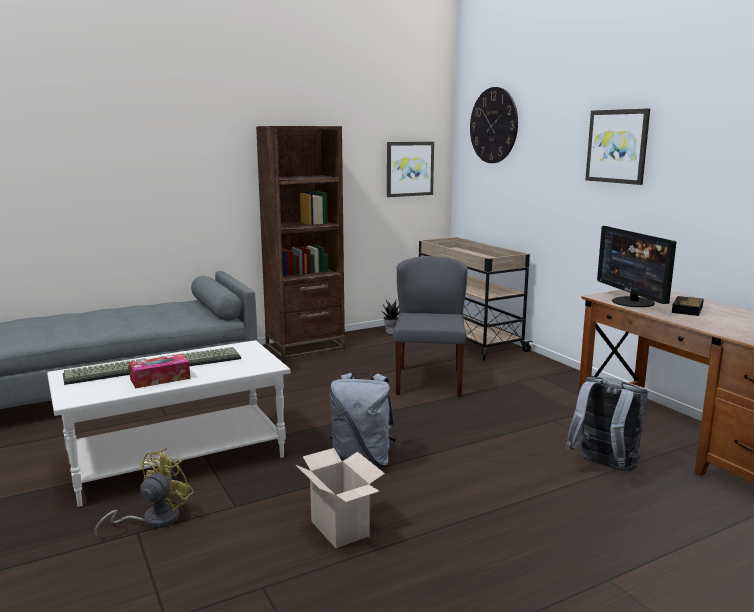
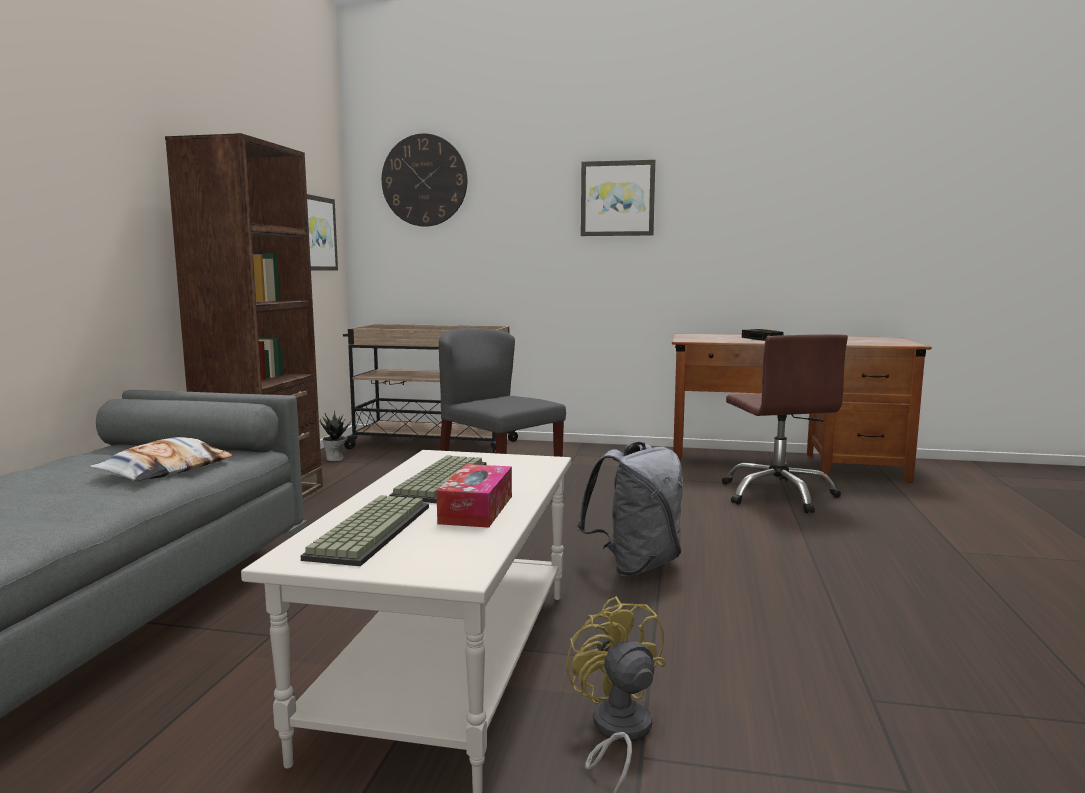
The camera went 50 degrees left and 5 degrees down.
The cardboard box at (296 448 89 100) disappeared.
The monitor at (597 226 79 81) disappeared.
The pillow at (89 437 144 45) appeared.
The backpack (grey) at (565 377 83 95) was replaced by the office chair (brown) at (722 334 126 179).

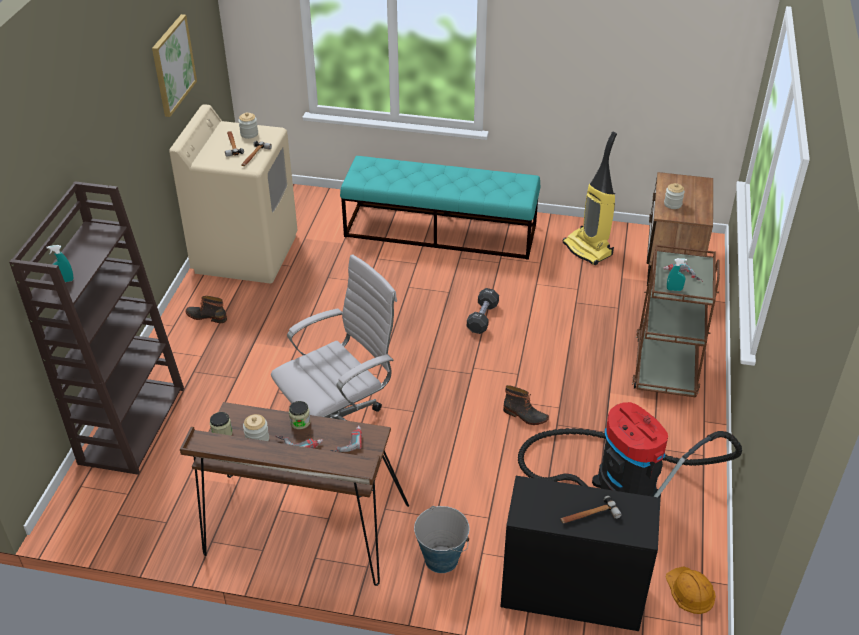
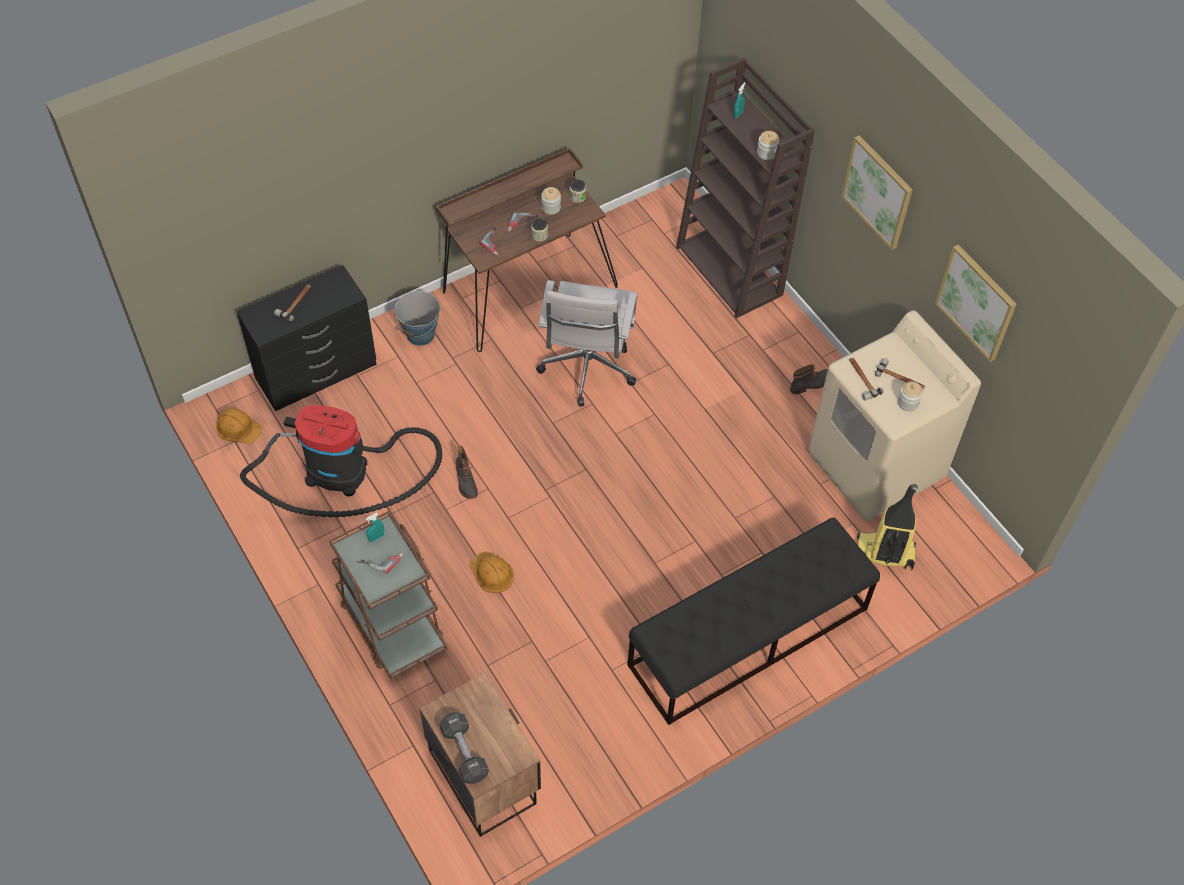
The camera went 135 degrees right and 15 degrees up.
The hard hat (orange) at (469 551 45 42) appeared.
The picture at (841 135 72 115) appeared.
The dumbbell (black) moved from (467 288 32 46) to (440 713 49 71).
The vacuum cleaner moved from (563 132 54 133) to (857 484 61 86).
The jar moved from (664 183 21 26) to (757 131 22 29).
The bench (turquoise) at (340 156 201 104) became the bench (black) at (627 518 253 207).
The boot at (503 385 46 40) turned 90 degrees counterclockwise.

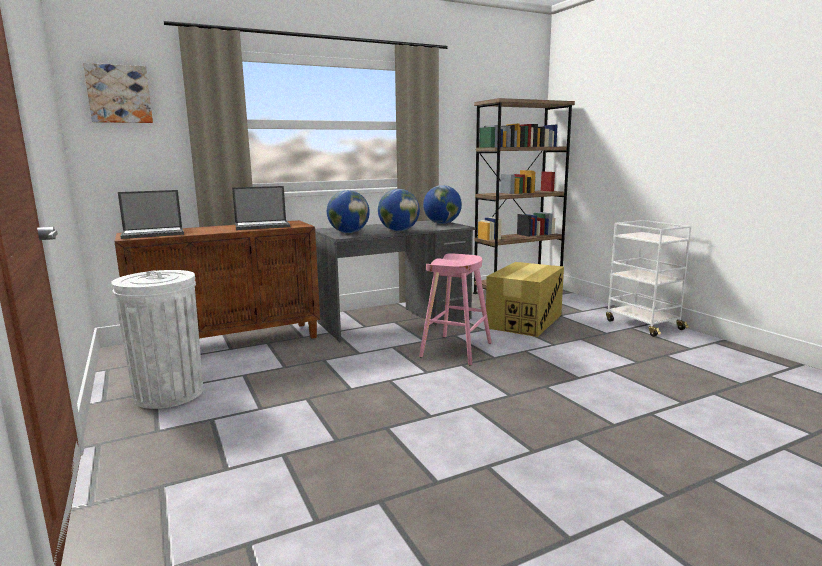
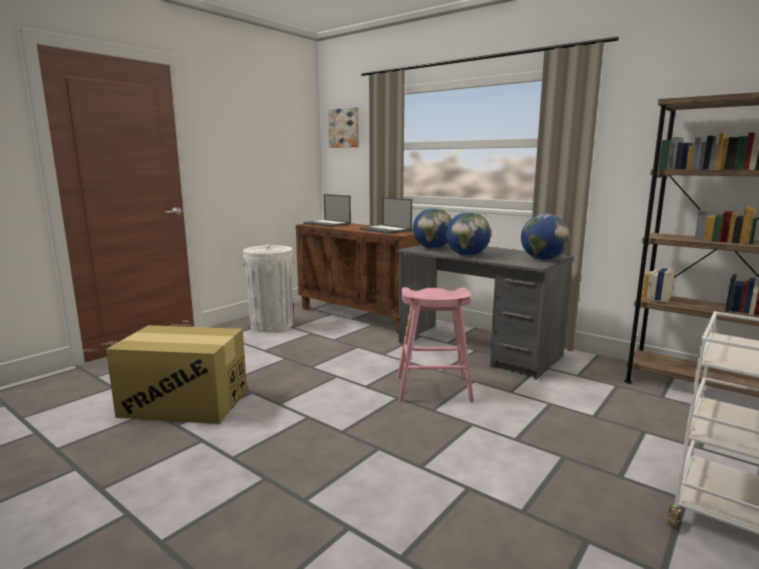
The camera went 65 degrees right and 0 degrees up.
The cardboard box moved from (486 262 78 75) to (106 325 141 99).

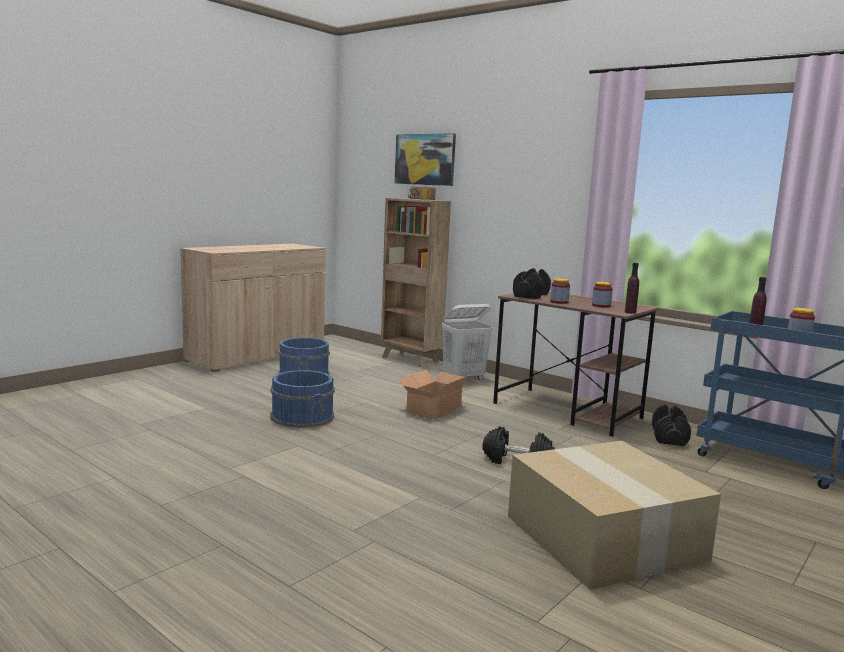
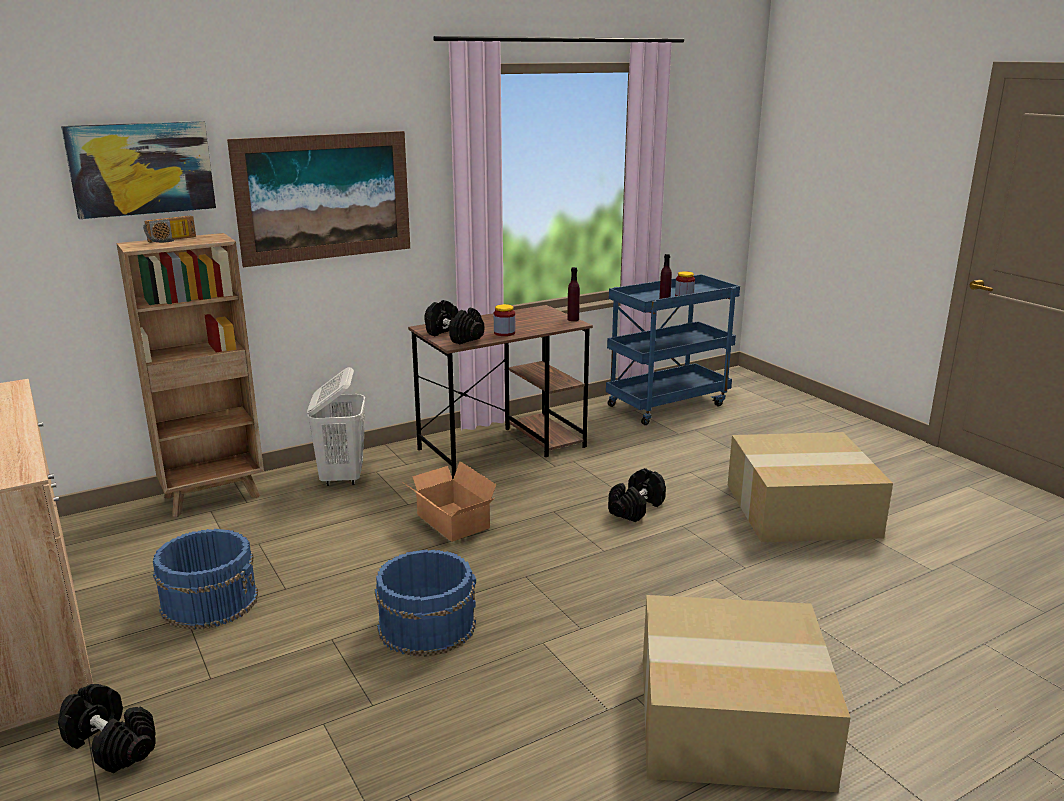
The camera went 70 degrees left and 10 degrees up.
The jar at (592 282 21 26) disappeared.
The picture at (227 131 183 136) appeared.
The cardboard box at (643 595 208 197) appeared.
The dumbbell (black) moved from (652 404 39 42) to (58 684 98 89).

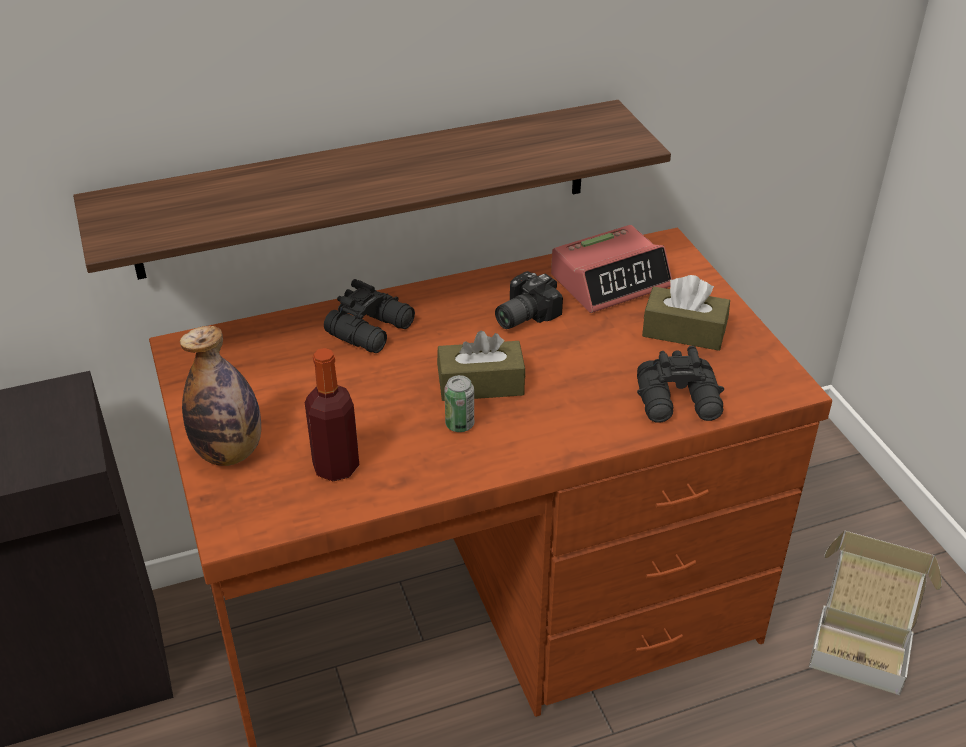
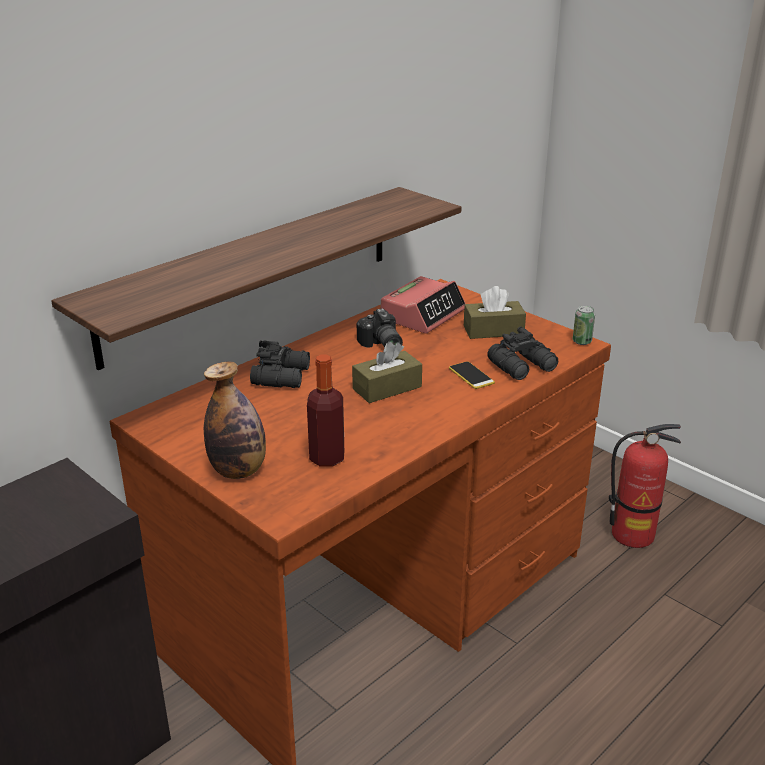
The camera went 25 degrees left and 10 degrees down.
The phone at (449 361 46 28) appeared.
The can moved from (444 375 30 57) to (573 305 22 40).
The cardboard box at (809 531 133 164) was replaced by the fire extinguisher at (609 424 72 124).
The photo camera at (495 271 68 58) turned 45 degrees counterclockwise.

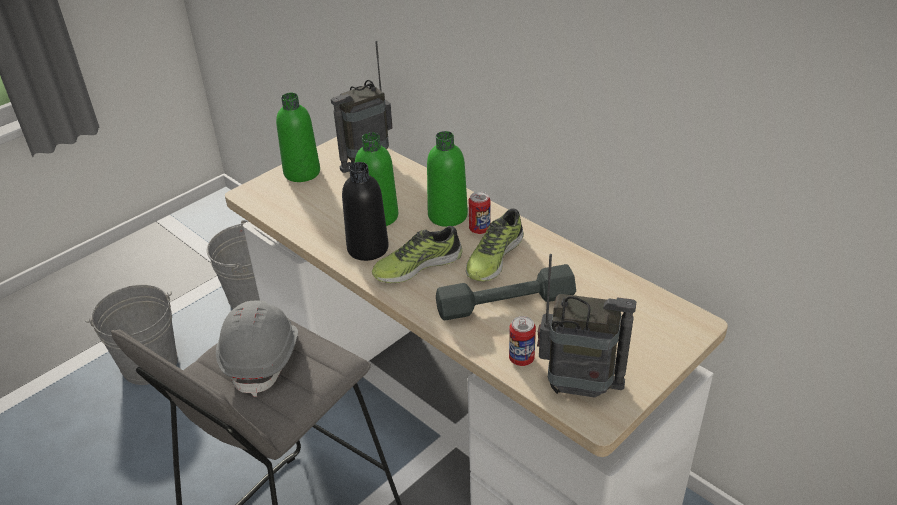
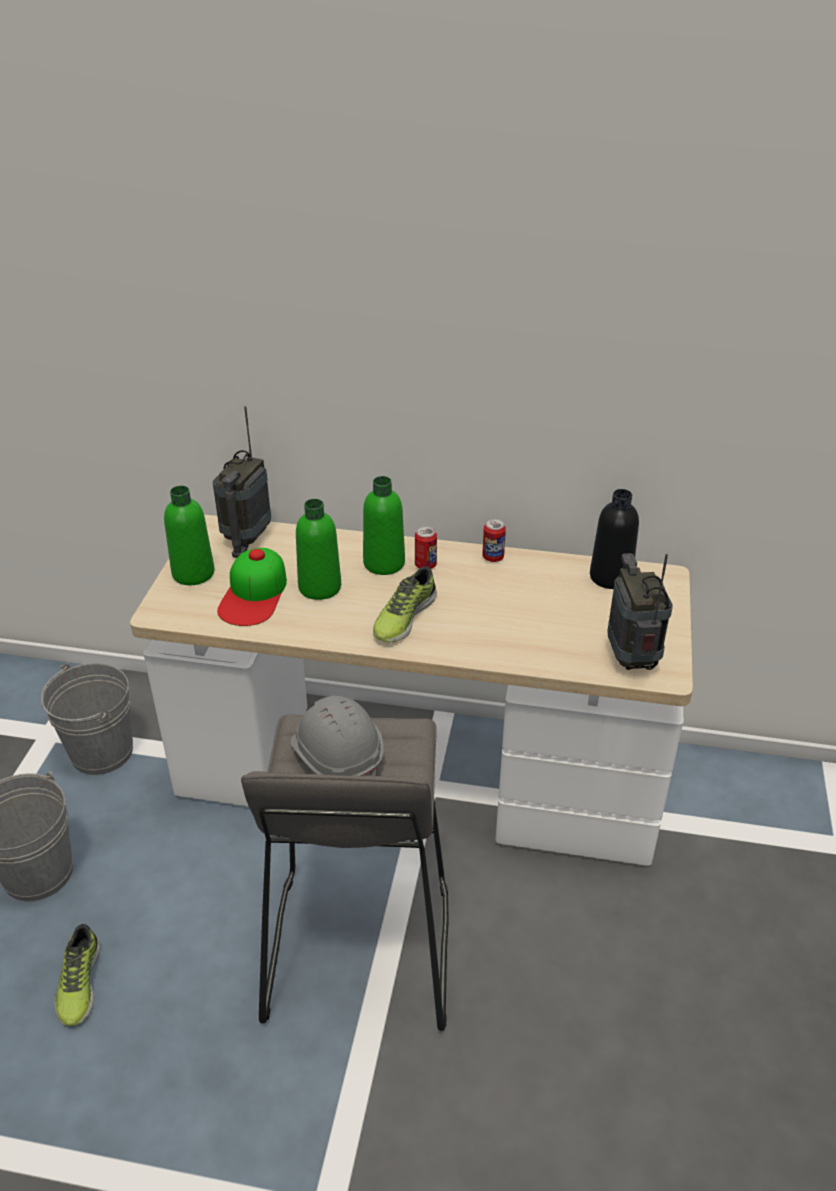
The camera went 35 degrees left and 0 degrees up.
The dumbbell (grey) at (436 264 140 56) disappeared.
The cap at (217 548 70 78) appeared.
The bottle (black) moved from (342 162 47 99) to (590 489 49 100).
The shoe moved from (466 208 58 73) to (55 924 45 102).
The can moved from (509 316 27 50) to (482 519 24 43).
The radio at (537 254 99 143) turned 75 degrees counterclockwise.

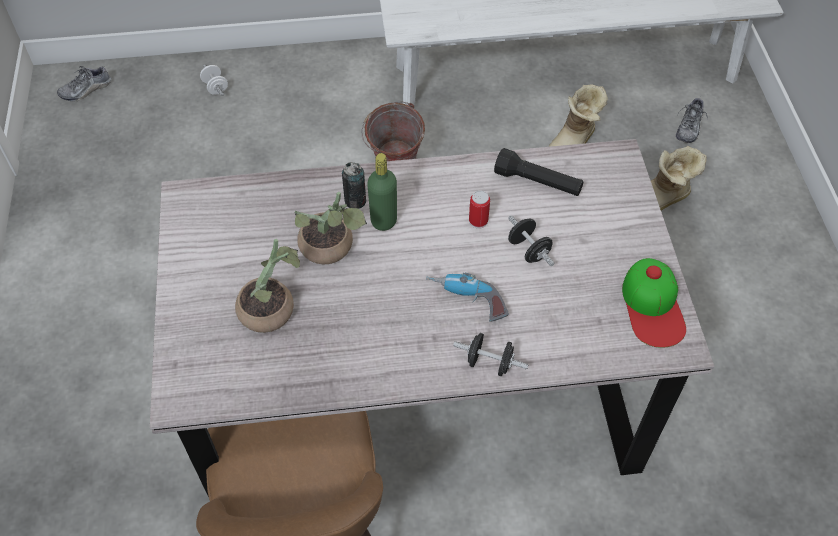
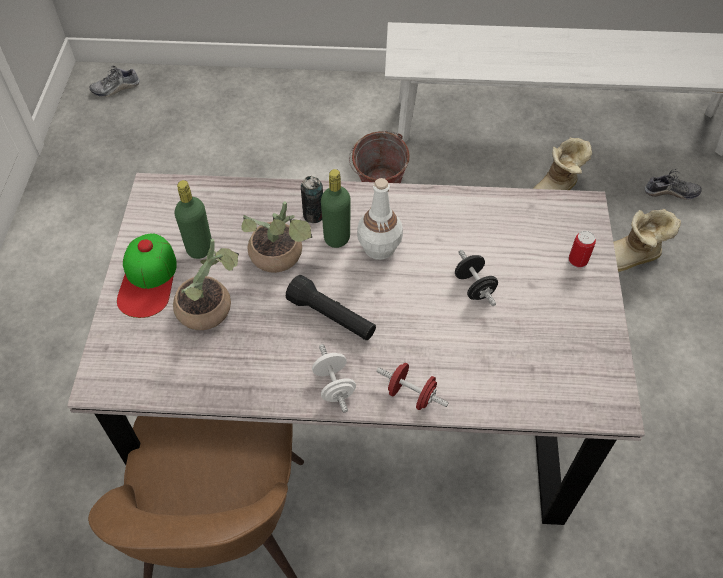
The camera went 10 degrees right and 0 degrees up.
The power drill at (426 273 83 49) disappeared.
The bottle (green) at (175 180 37 79) appeared.
The bottle (white) at (357 178 46 82) appeared.
The dumbbell (white) moved from (200 64 28 32) to (312 344 44 69).
The can moved from (469 191 21 38) to (569 231 27 38).
The flashlight (black) moved from (494 148 90 48) to (286 275 90 65).
The cap moved from (622 258 64 90) to (117 234 60 84).
The dumbbell (black) at (453 333 76 43) became the dumbbell (red) at (376 363 73 47).
The shoe at (676 98 32 45) turned 120 degrees counterclockwise.

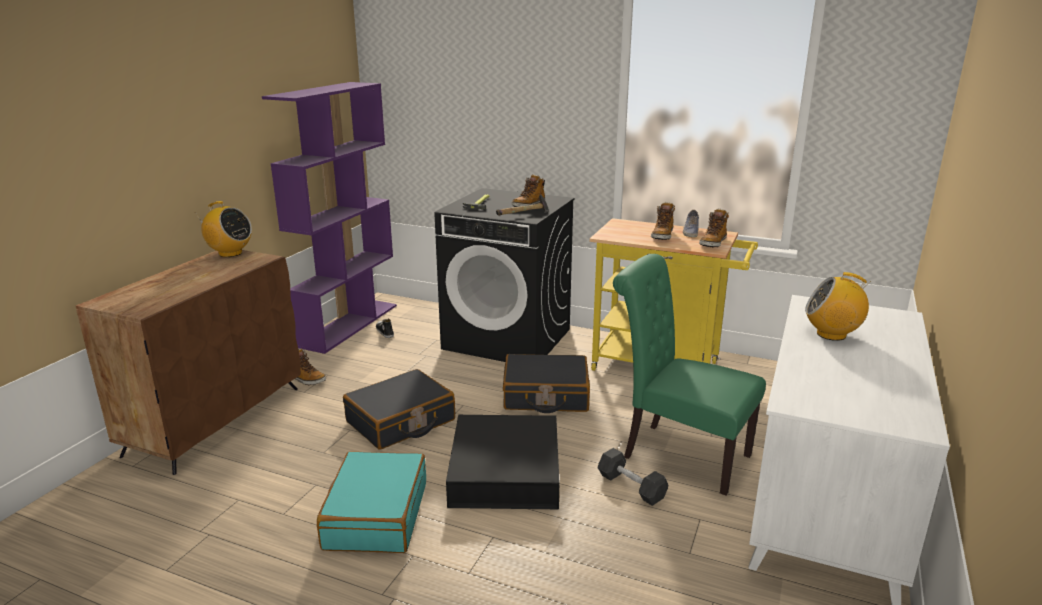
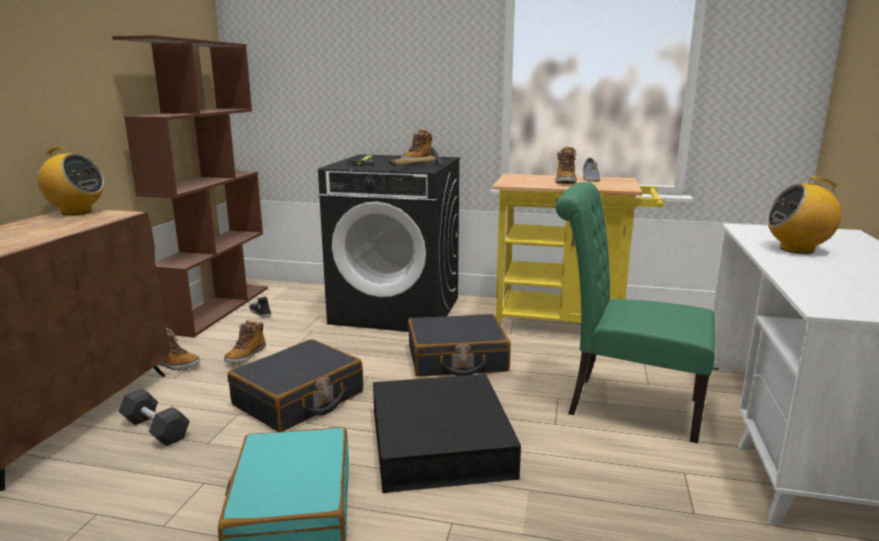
The camera went 10 degrees left and 5 degrees down.
The dumbbell (black) moved from (597 448 71 58) to (118 388 72 58).
The boot moved from (699 208 30 39) to (224 320 42 44).
The bookcase (purple) at (262 82 135 272) became the bookcase (brown) at (112 35 156 302).

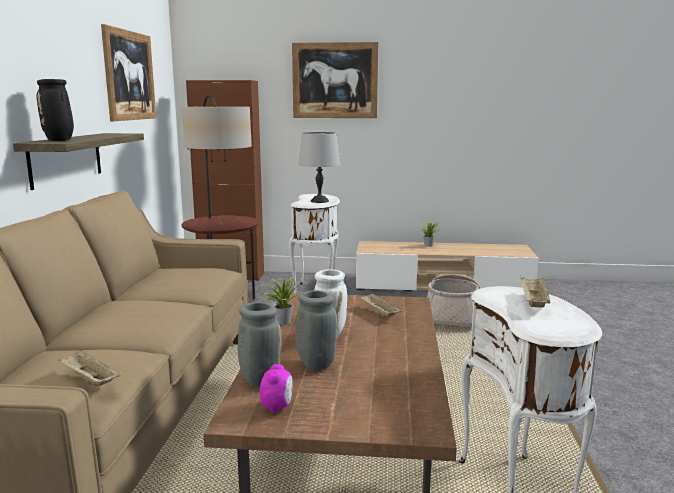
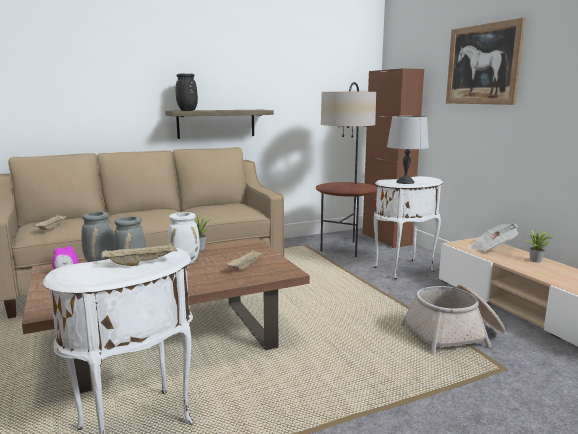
The camera went 60 degrees right and 0 degrees up.
The picture at (101 24 55 97) disappeared.
The newspaper at (468 224 50 27) appeared.

